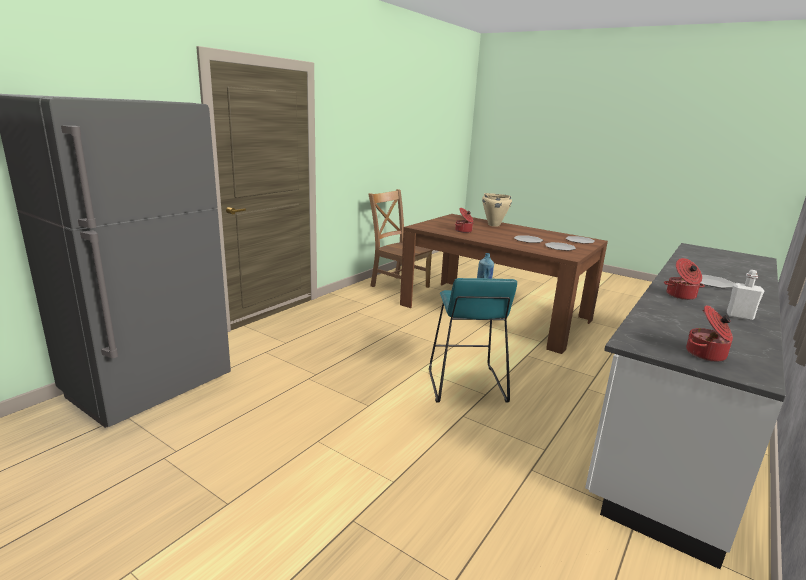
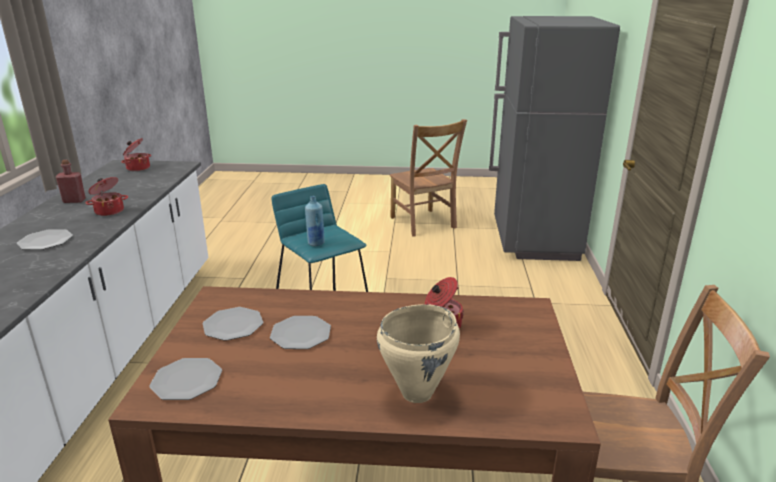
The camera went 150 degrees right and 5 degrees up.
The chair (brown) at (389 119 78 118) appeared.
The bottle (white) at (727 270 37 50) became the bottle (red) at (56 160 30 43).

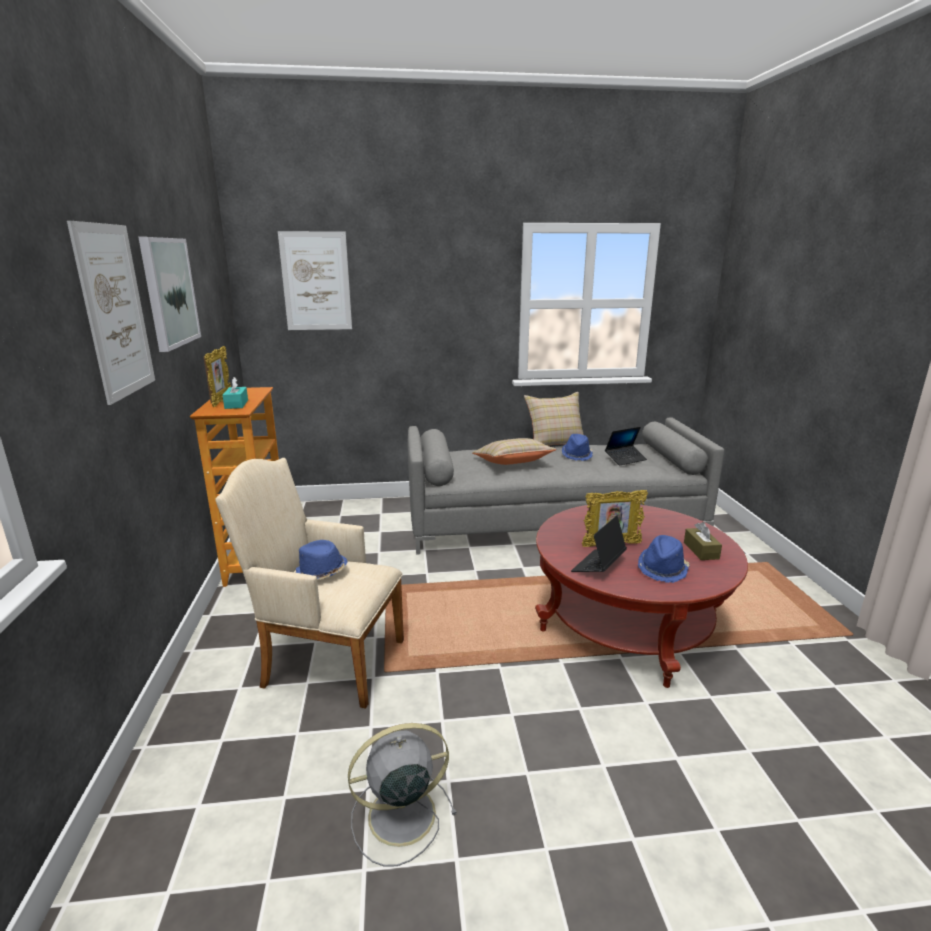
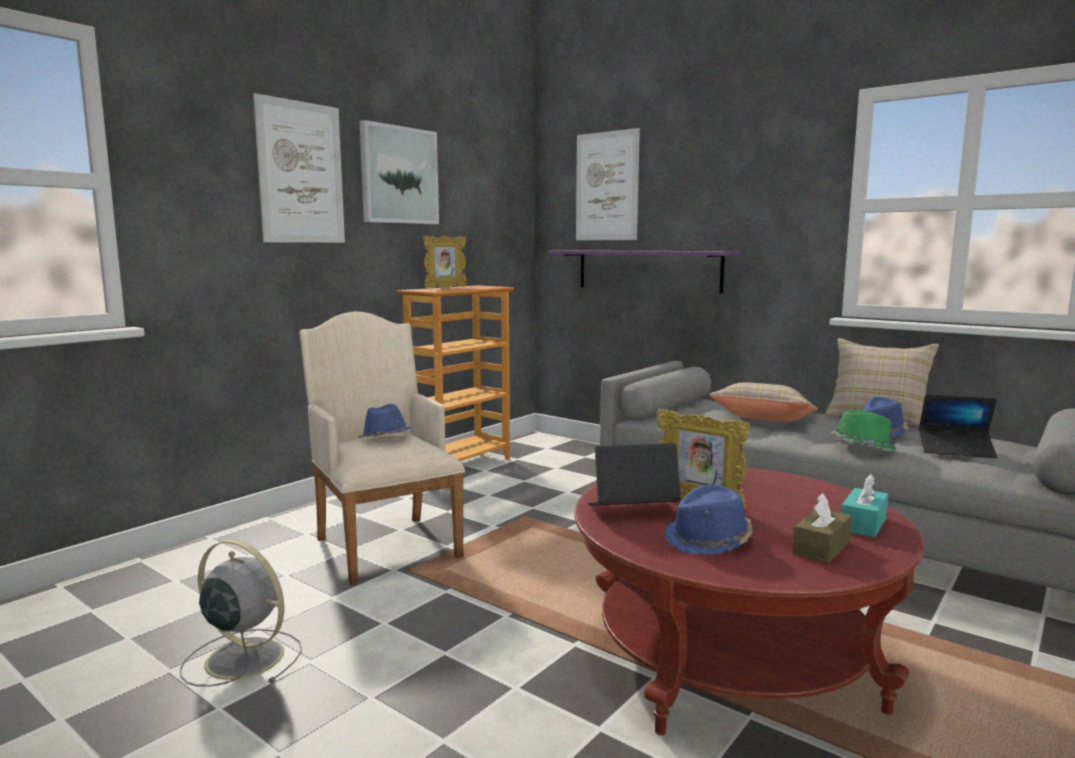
The camera went 45 degrees right and 10 degrees down.
The shelf (purple) at (549 250 191 44) appeared.
The hat (green) at (831 410 65 39) appeared.
The tissue box (turquoise) moved from (222 377 26 32) to (841 474 48 64).

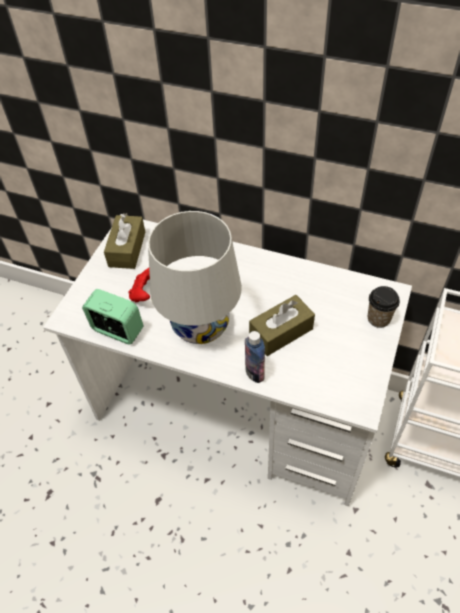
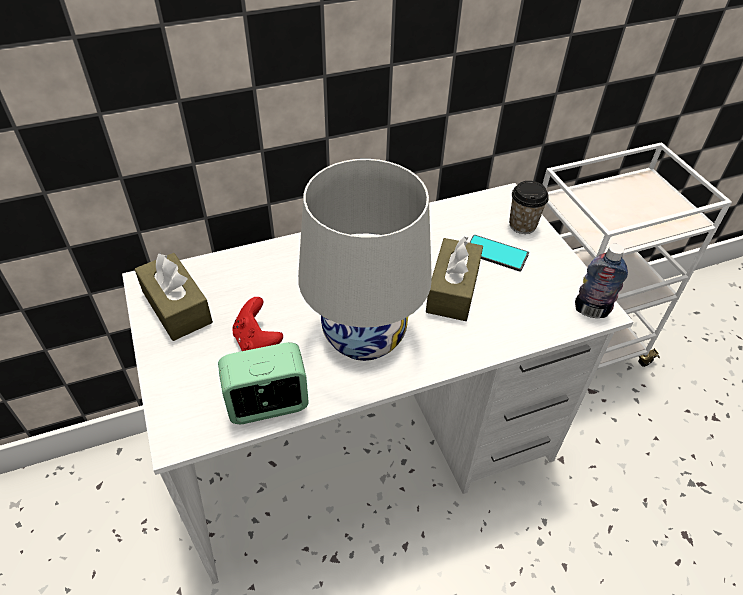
The camera went 45 degrees left and 5 degrees down.
The phone at (469 235 60 37) appeared.
The bottle moved from (245 331 20 52) to (575 244 53 74).

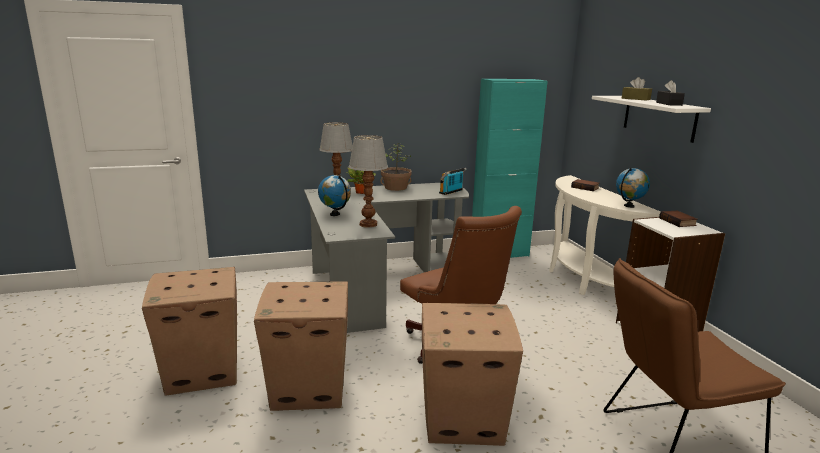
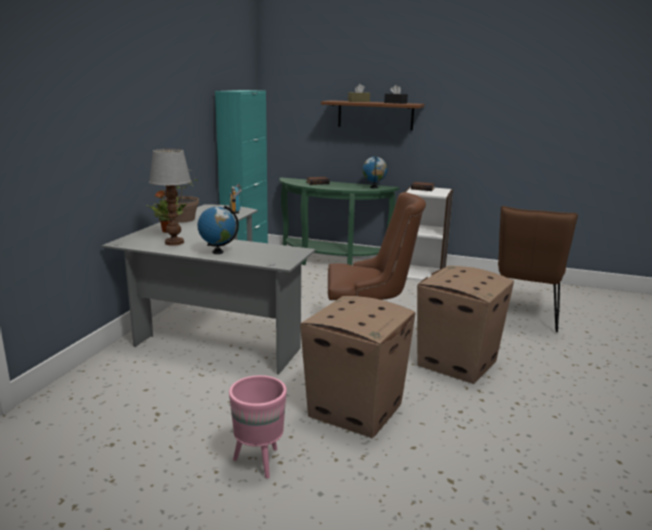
The camera went 55 degrees left and 0 degrees up.
The table lamp at (349 135 39 93) disappeared.
The cardboard box at (142 267 95 129) was replaced by the planter (pink) at (229 375 58 104).
The console table (white) at (549 175 111 120) became the console table (green) at (279 178 120 87).
The shelf (white) at (592 96 119 47) became the shelf (brown) at (321 100 103 31).

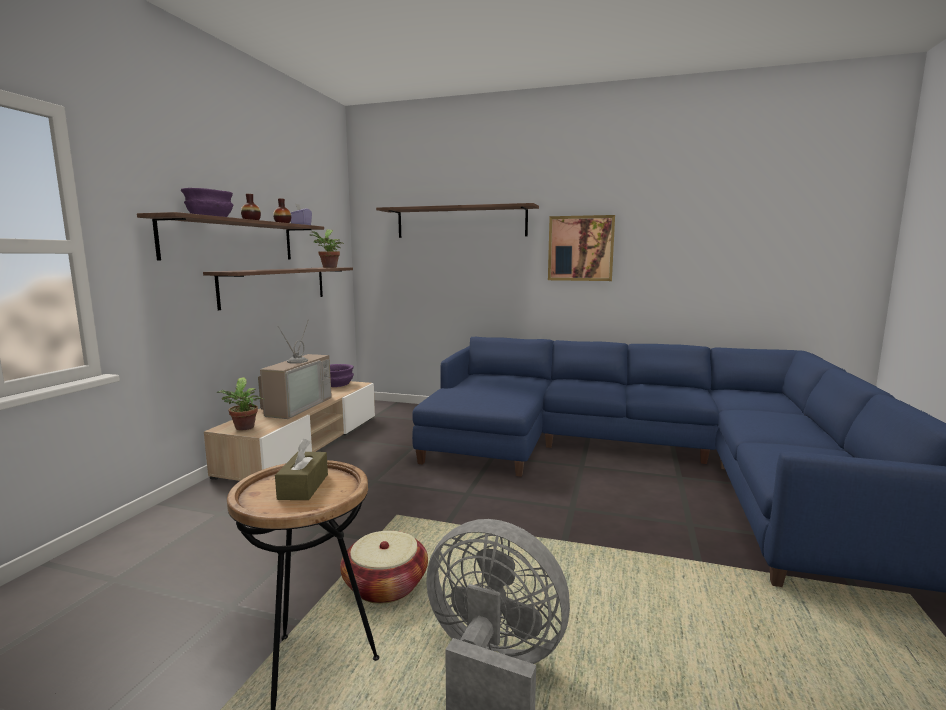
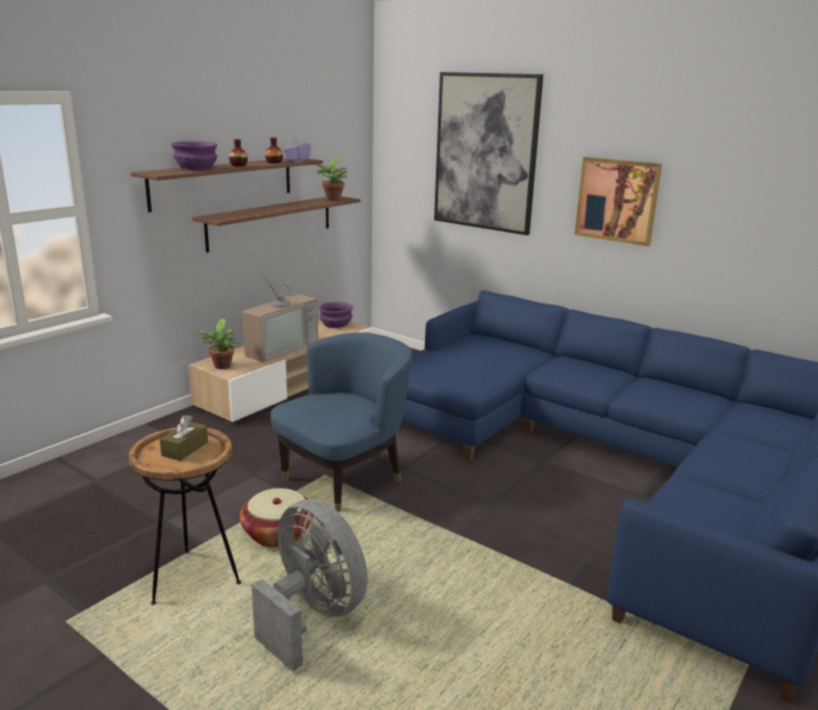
The camera went 20 degrees right and 10 degrees up.
The armchair (blue) at (270 332 142 180) appeared.
The shelf at (376 203 163 35) was replaced by the picture at (434 72 109 163).

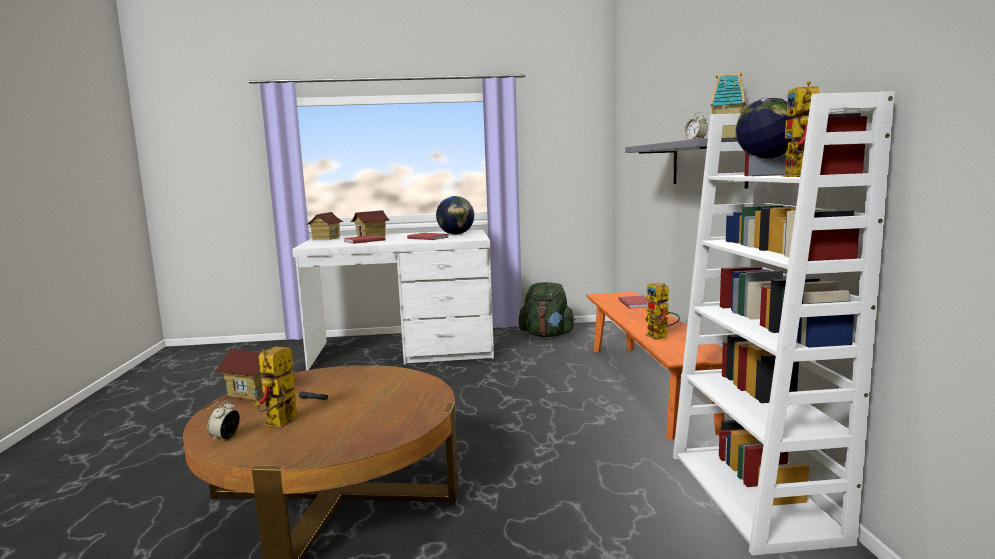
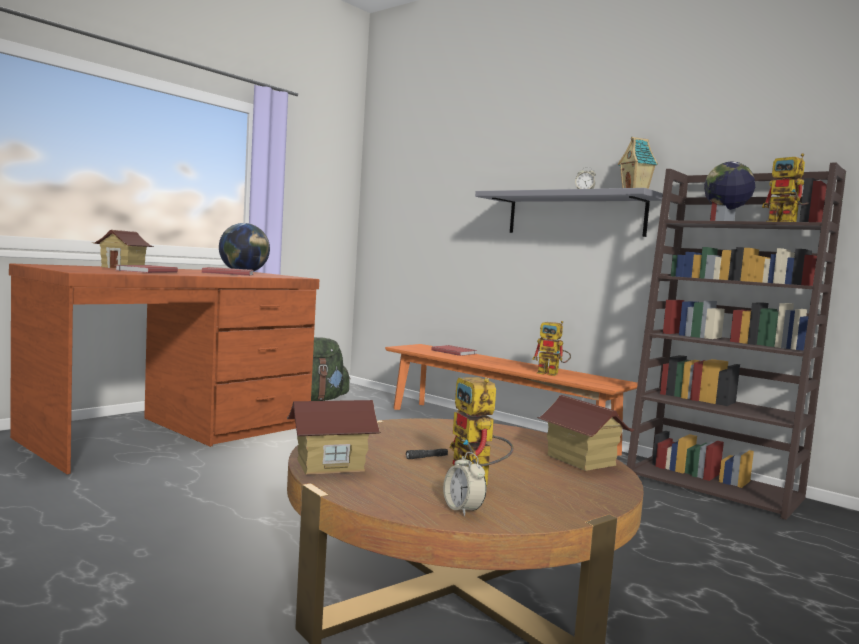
The camera went 45 degrees left and 5 degrees down.
The toy house moved from (305 212 38 28) to (536 395 99 76).
The desk (white) at (292 230 202 140) became the desk (brown) at (9 263 310 211).
The bookcase (white) at (673 92 222 463) became the bookcase (brown) at (627 162 219 358).

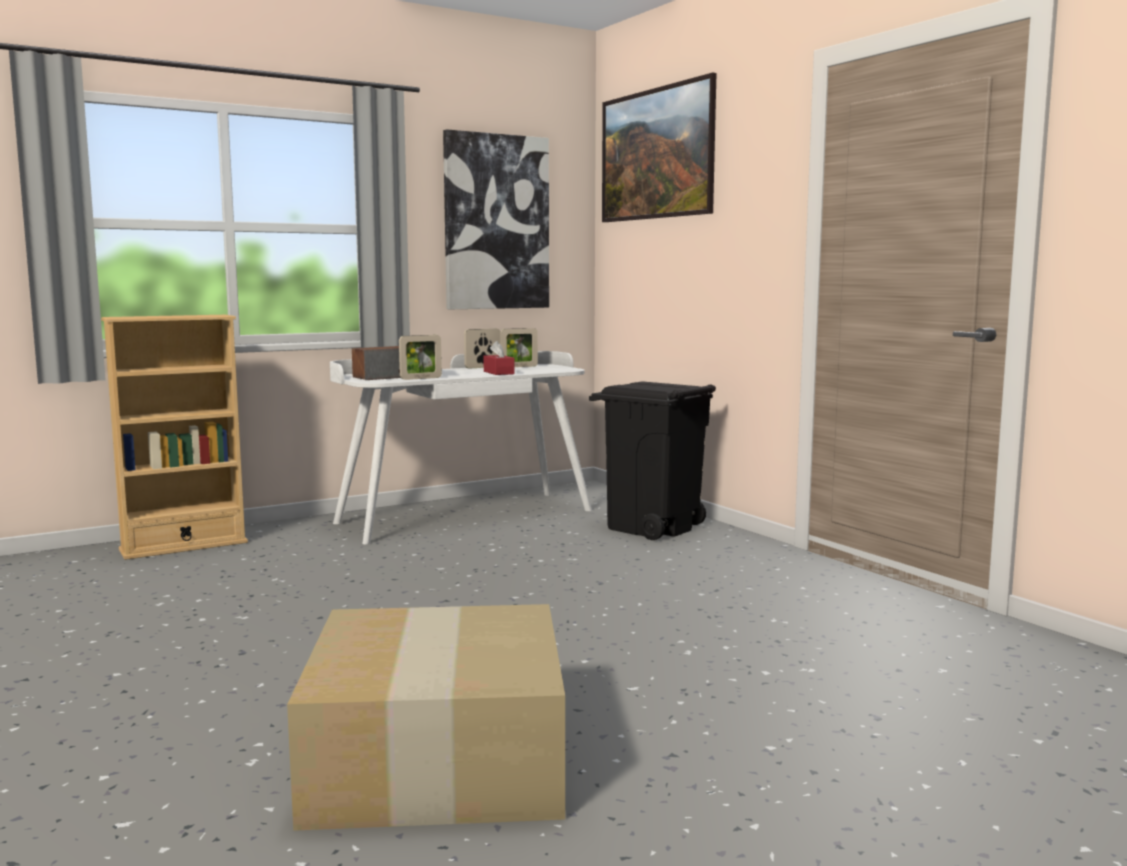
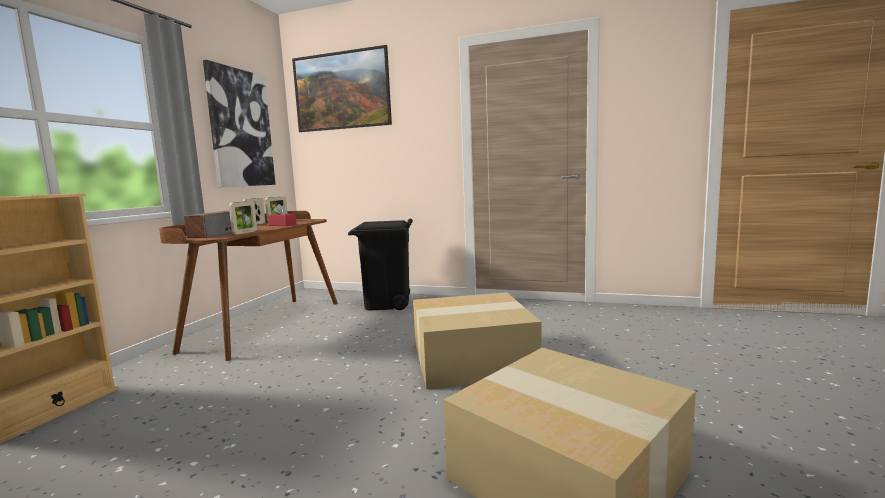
The camera went 40 degrees left and 0 degrees up.
The cardboard box at (413 292 129 97) appeared.
The desk (white) at (330 351 262 193) became the desk (brown) at (159 211 179 150).

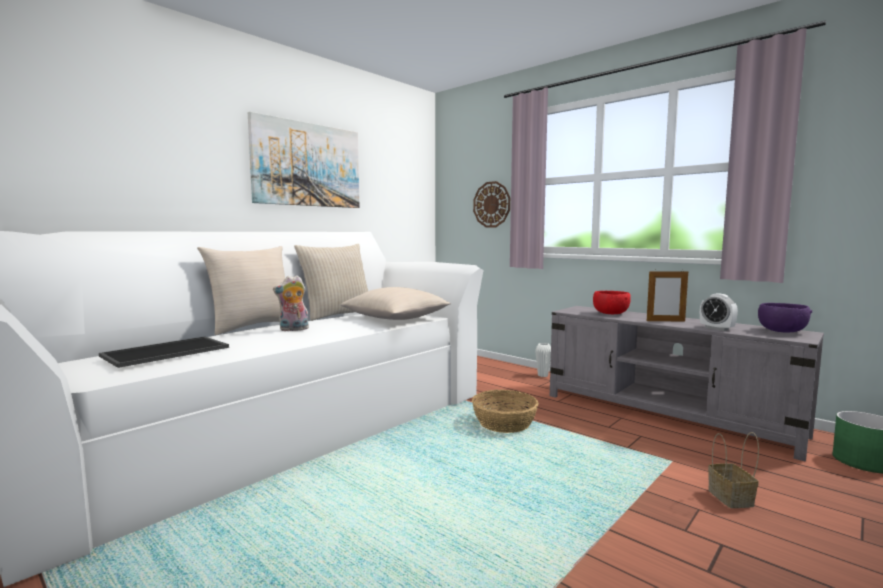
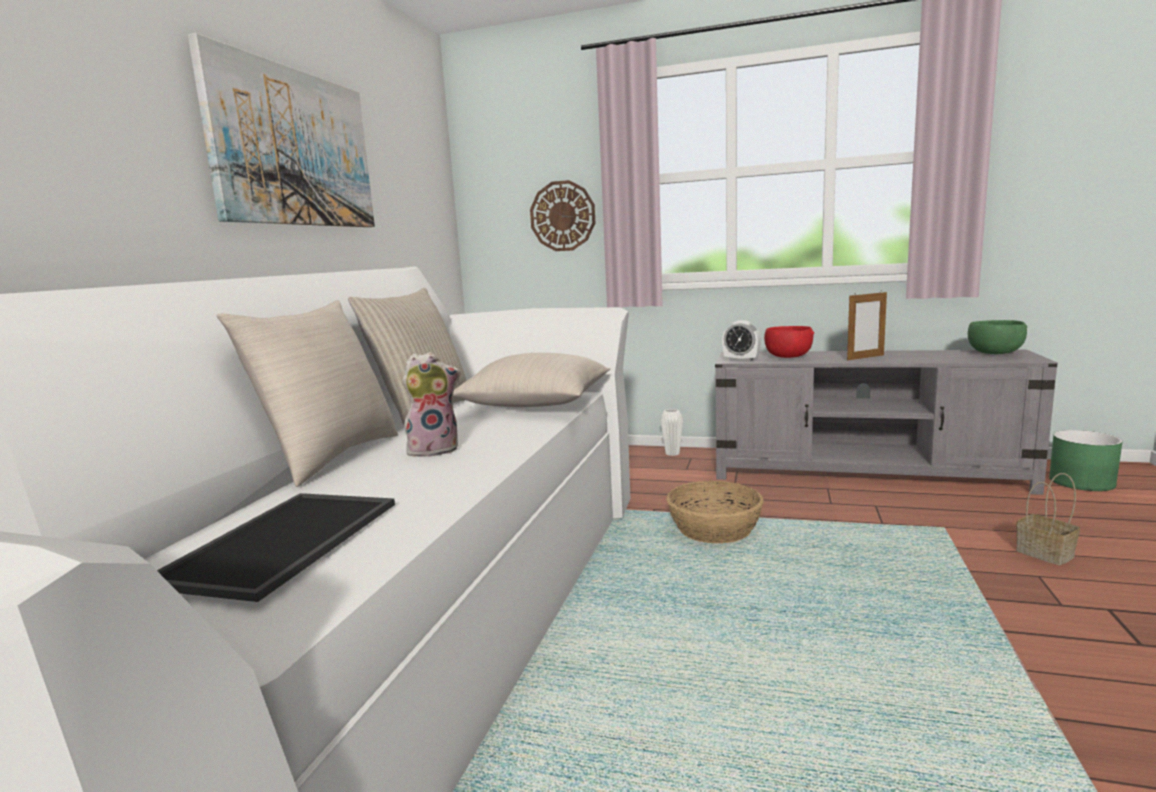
The camera went 25 degrees left and 5 degrees up.
The alarm clock moved from (700 293 38 38) to (722 320 39 42).
The bowl (purple) at (758 303 54 29) became the bowl (green) at (968 320 59 34).
The plush toy at (273 275 36 56) turned 150 degrees counterclockwise.

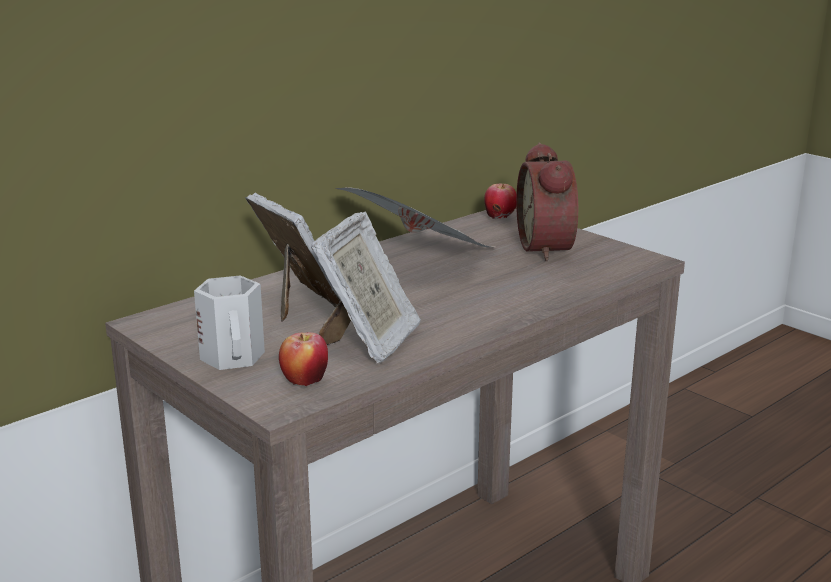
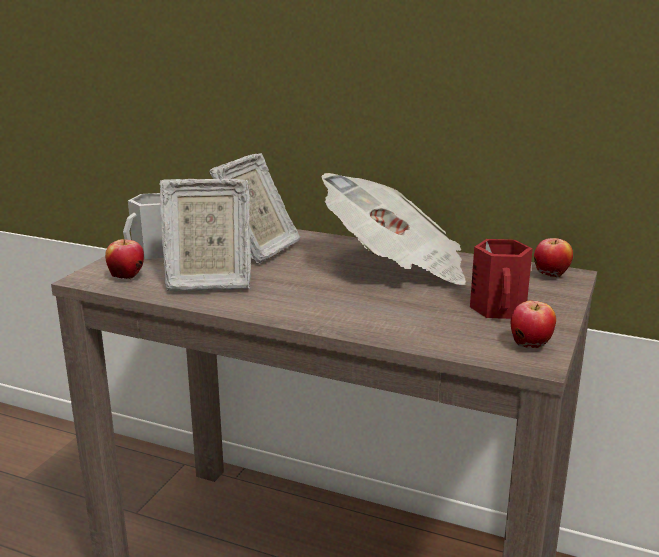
The camera went 65 degrees right and 0 degrees up.
The apple at (511 300 45 48) appeared.
The alarm clock at (516 143 62 118) was replaced by the mug (red) at (470 239 63 80).

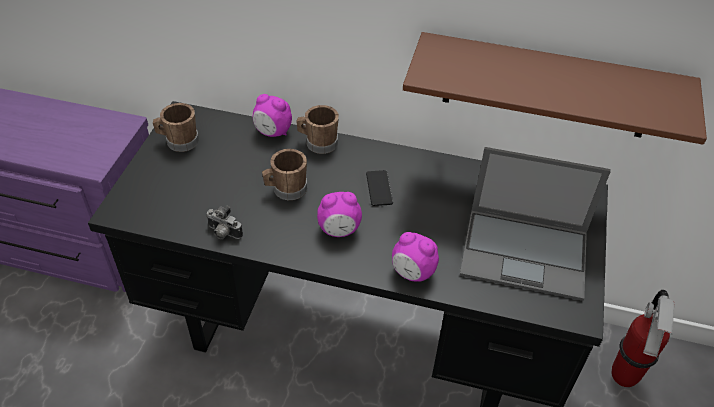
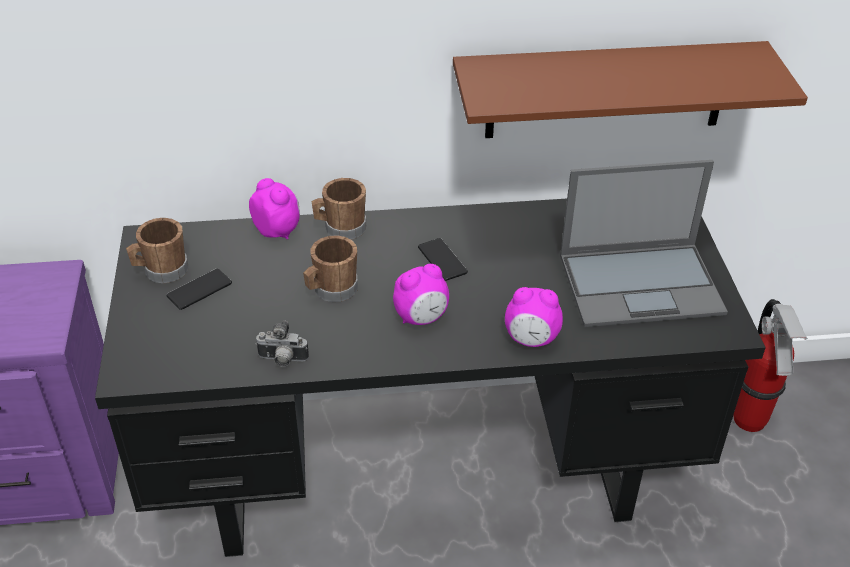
The camera went 20 degrees left and 5 degrees down.
The phone at (166 269 66 41) appeared.
The alarm clock at (253 94 39 43) turned 135 degrees counterclockwise.

